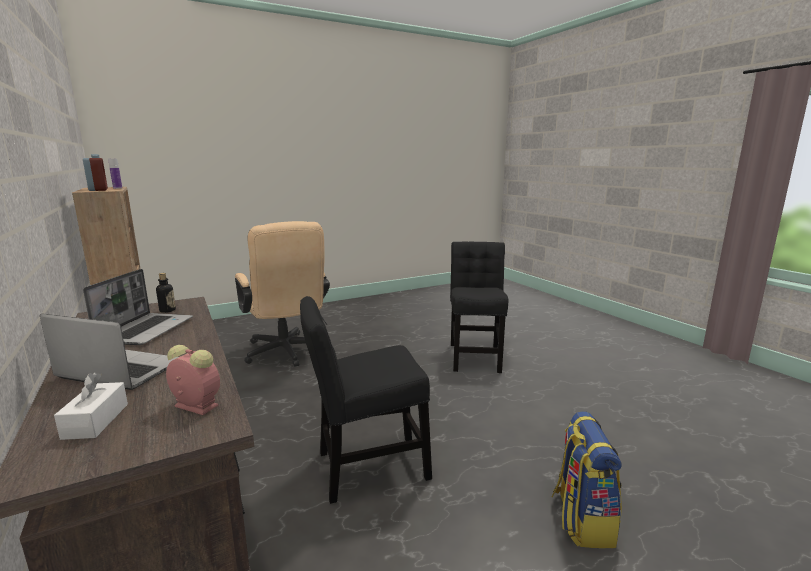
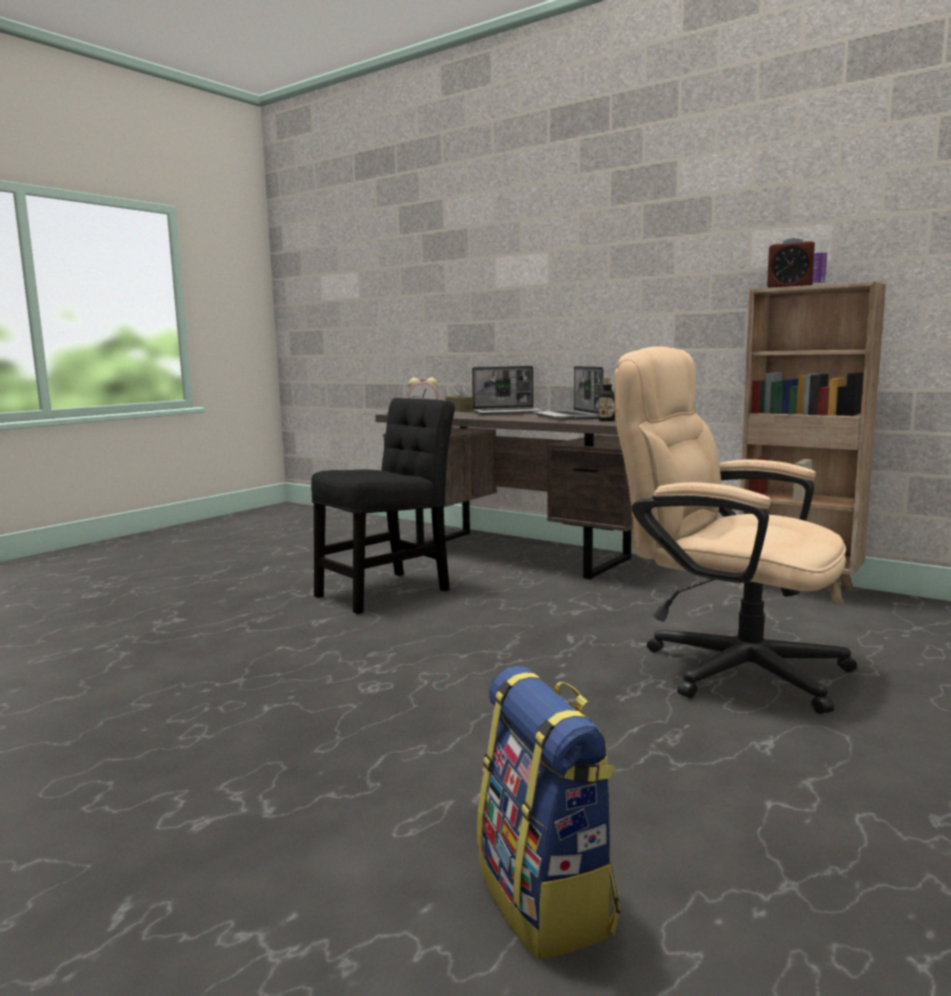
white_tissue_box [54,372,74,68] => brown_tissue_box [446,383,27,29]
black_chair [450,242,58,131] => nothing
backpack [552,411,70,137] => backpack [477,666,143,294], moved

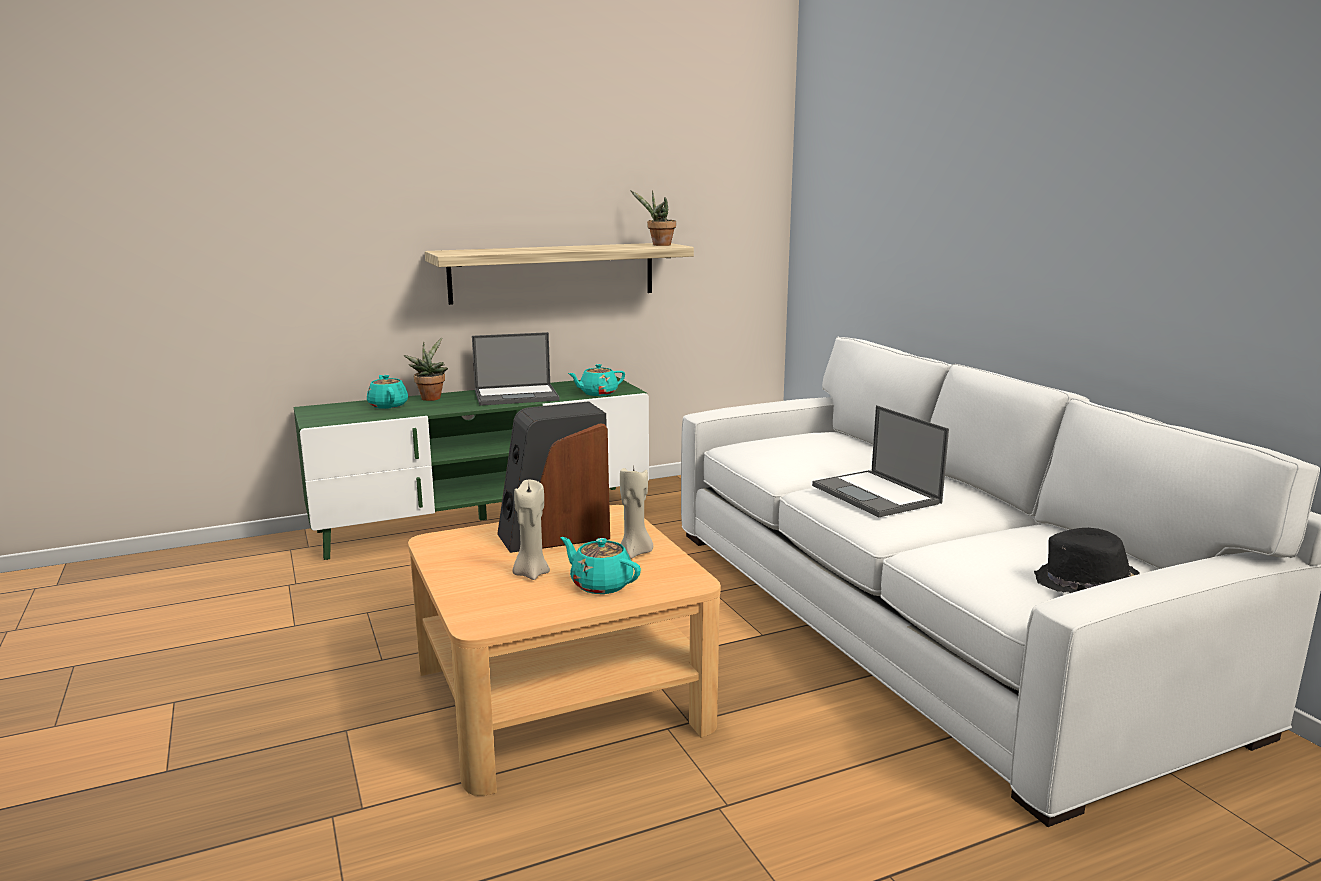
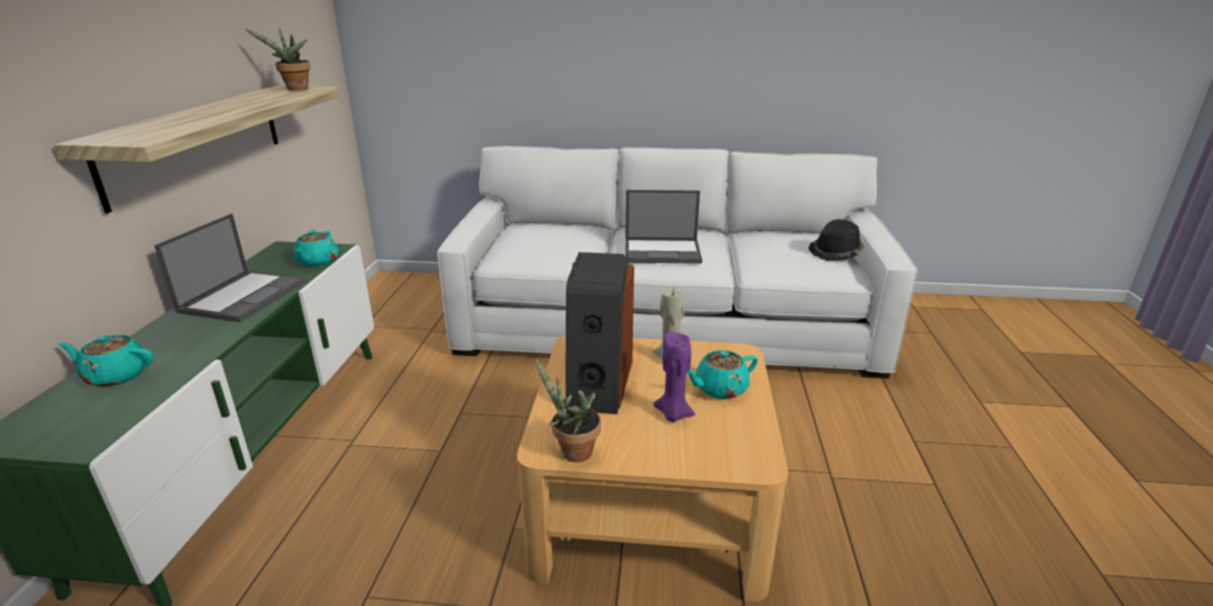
potted_plant [404,338,44,63] => potted_plant [535,358,66,104], moved
beige_candle [512,480,38,100] => purple_candle [654,332,41,90]

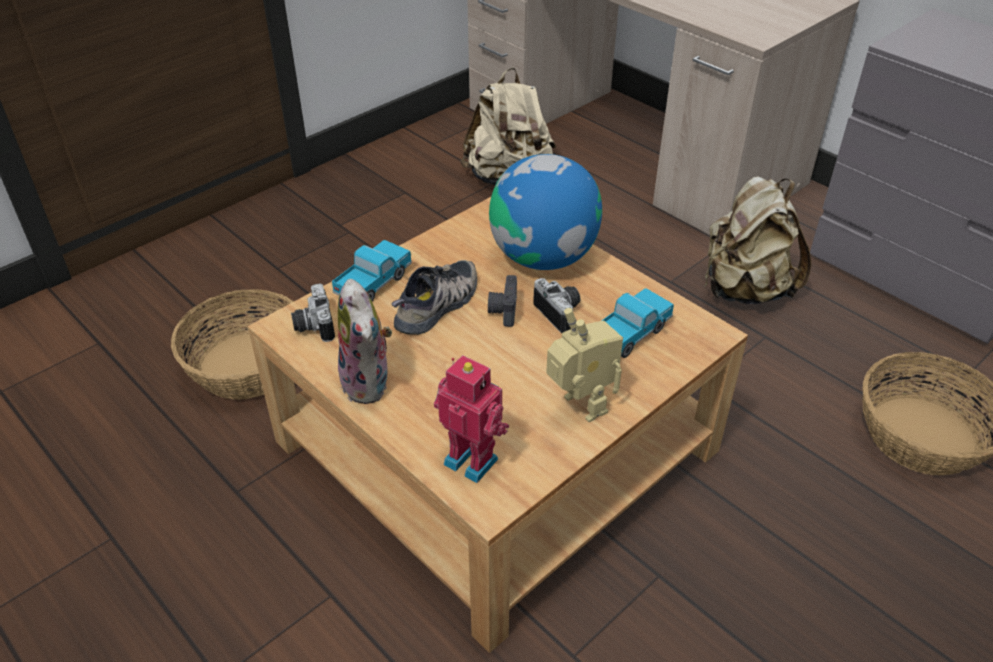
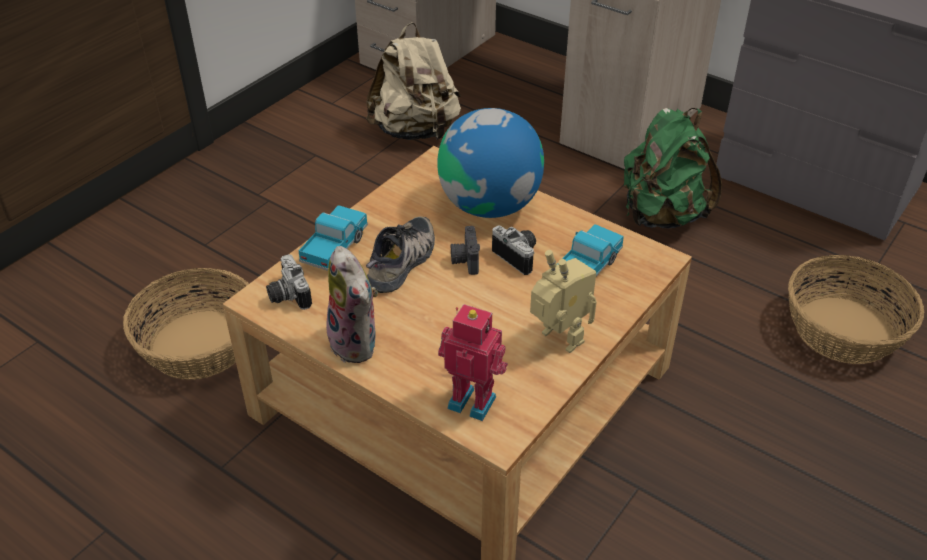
beige_backpack [704,176,107,128] => green_backpack [624,108,98,121]

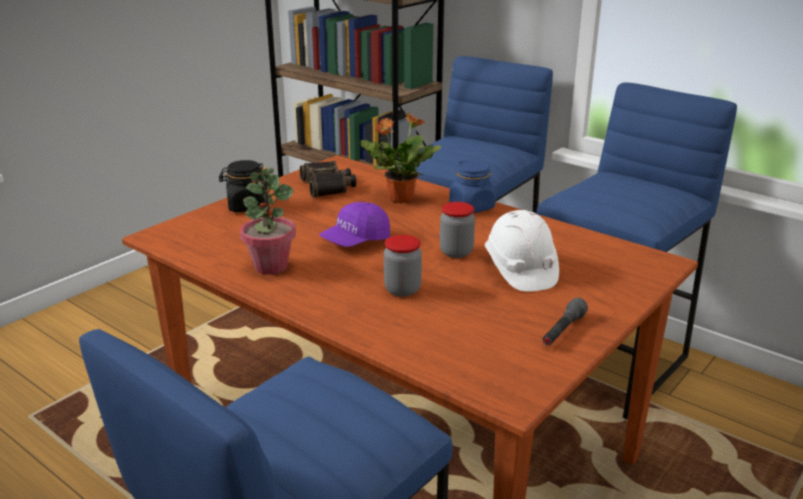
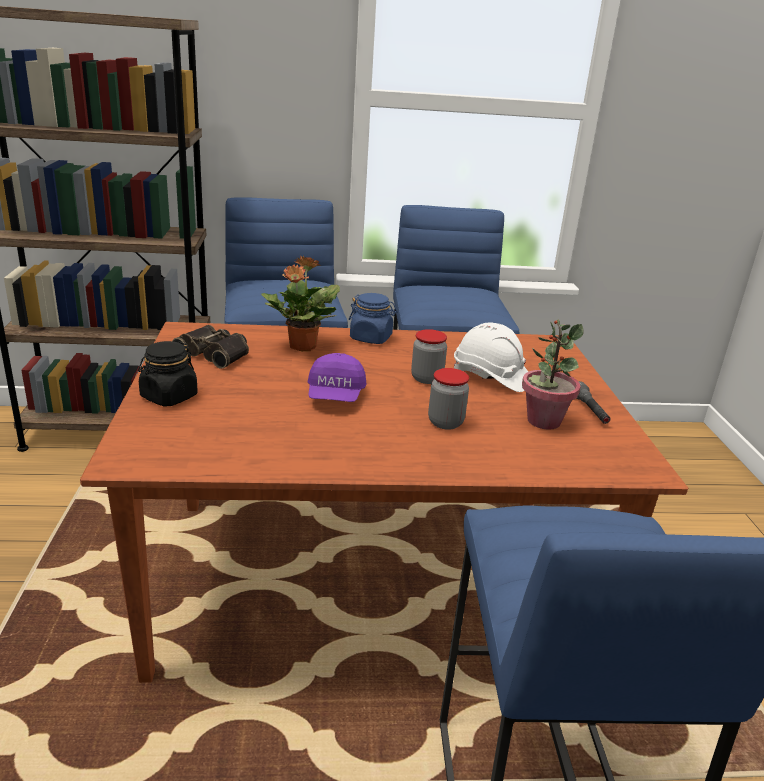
potted_plant [240,168,56,107] => potted_plant [522,320,62,110], moved

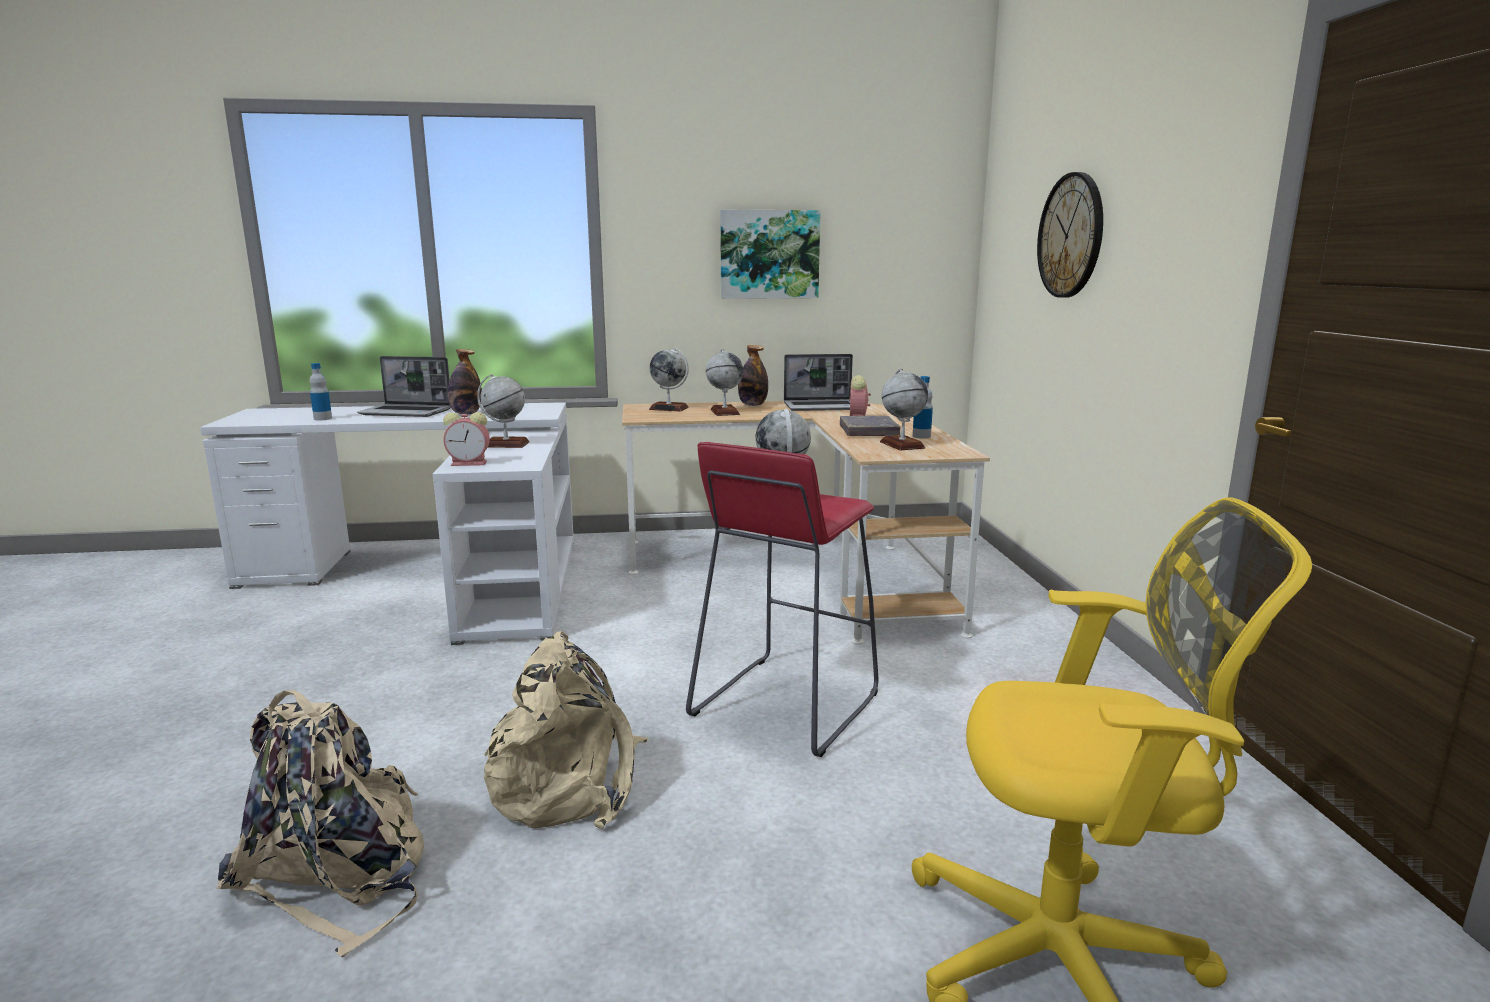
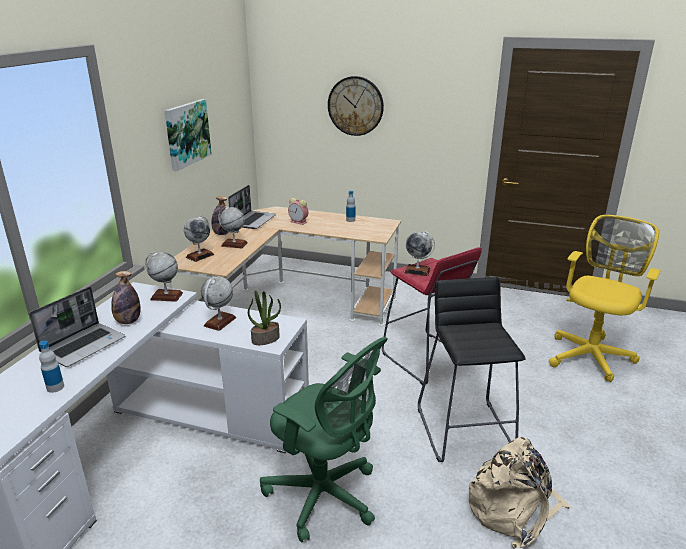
alarm_clock [443,412,47,54] => potted_plant [248,290,33,55]
beige_backpack [484,631,165,198] => black_stool [418,277,108,185]
grey_book [840,416,60,20] => nothing
globe [880,368,48,83] => globe [145,252,38,50], moved
nothing => green_office_chair [260,337,128,206]

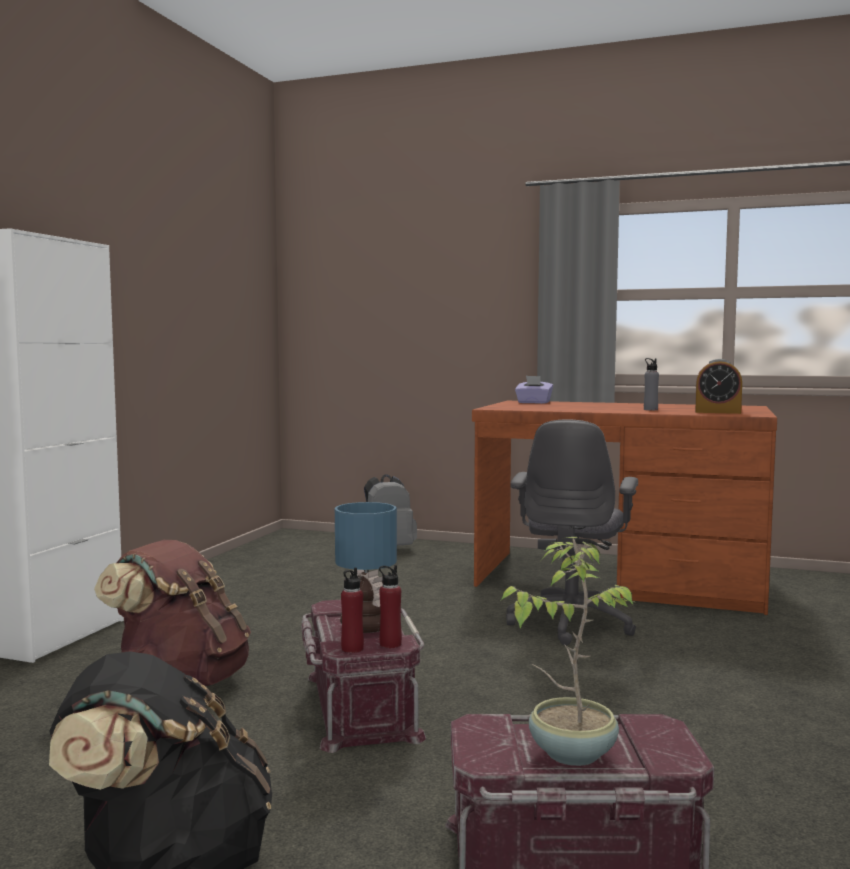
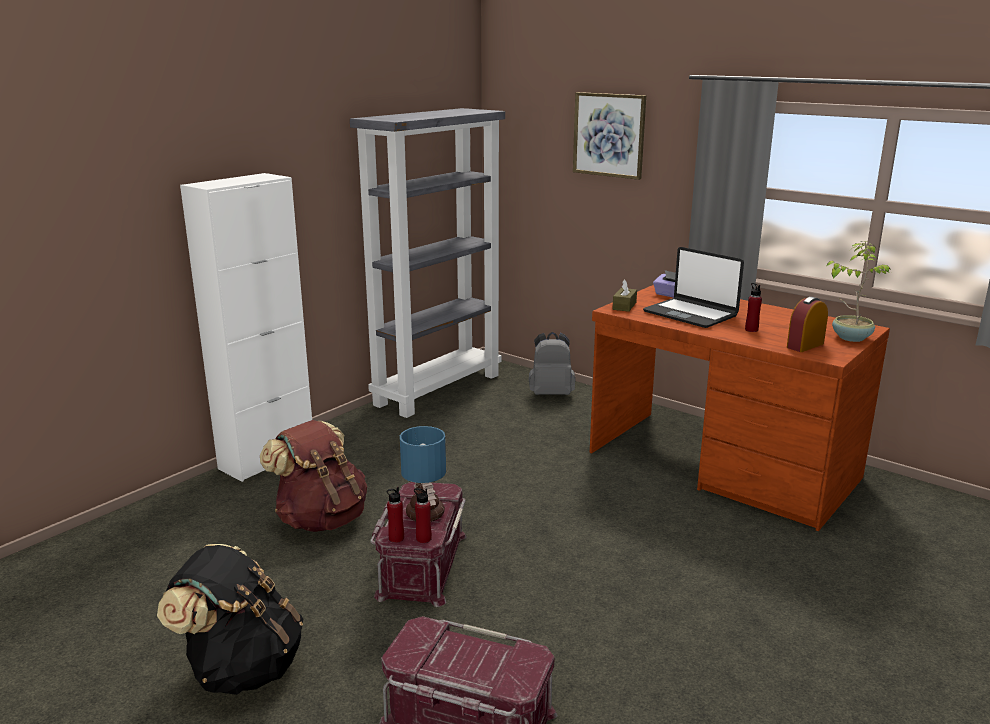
potted_plant [501,537,133,229] => potted_plant [827,241,64,101], moved
grey_office_chair [506,419,132,227] => nothing
grey_bottle [644,358,15,52] => red_bottle [745,283,17,49]
alarm_clock [695,359,47,55] => alarm_clock [787,297,41,55], 105 degrees clockwise
nothing => grey_bookcase [350,108,155,310]
nothing => picture [573,92,73,88]
nothing => brown_tissue_box [612,279,25,33]
nothing => laptop [643,247,101,81]

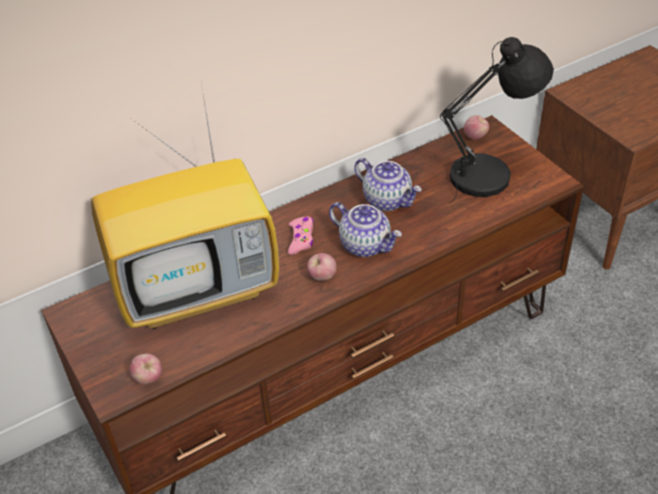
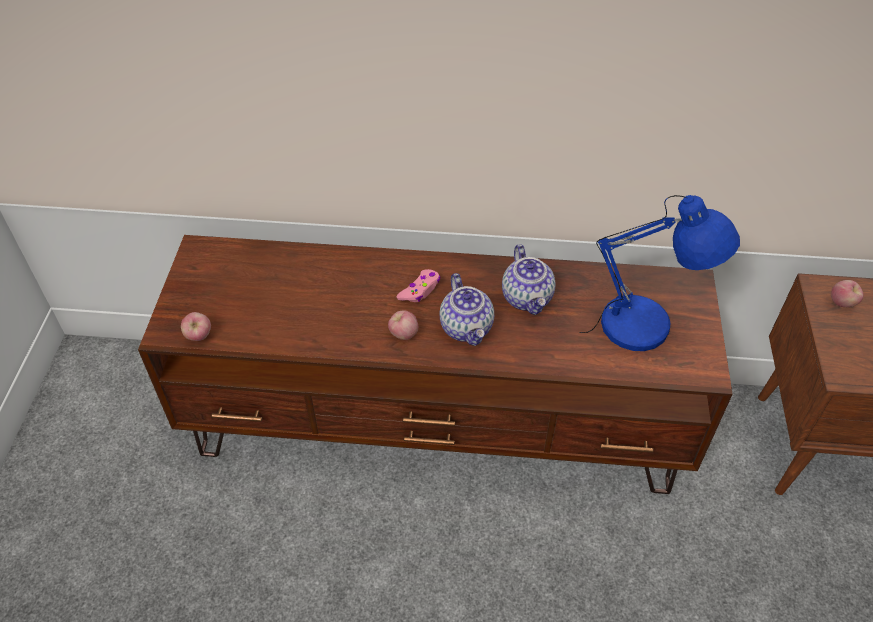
television [91,83,188,246] => nothing
black_table_lamp [440,37,114,166] => blue_table_lamp [579,195,161,156]
apple [464,115,25,25] => apple [831,280,32,27], moved

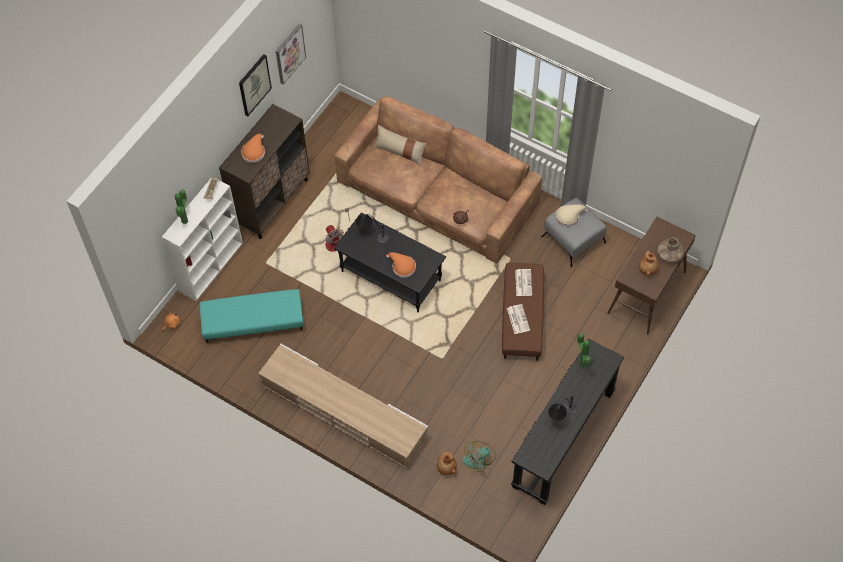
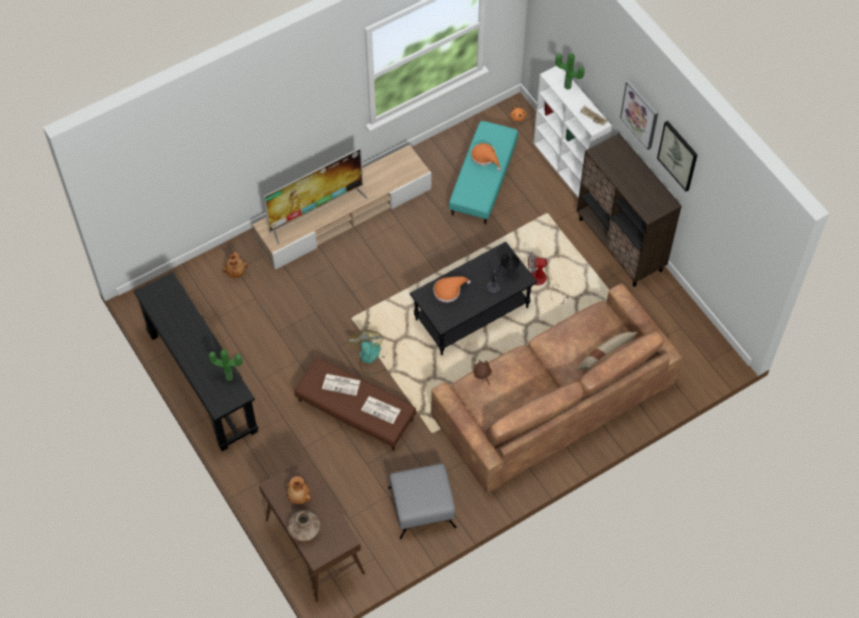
orange_hat [241,134,24,29] => orange_hat [471,143,30,28], moved
picture [276,24,30,61] => picture [620,80,38,70], moved
fan [463,441,33,31] => fan [348,331,38,44], moved
table_lamp [548,394,29,27] => nothing
beige_hat [556,205,32,21] => nothing
nothing => television [264,148,104,96]

